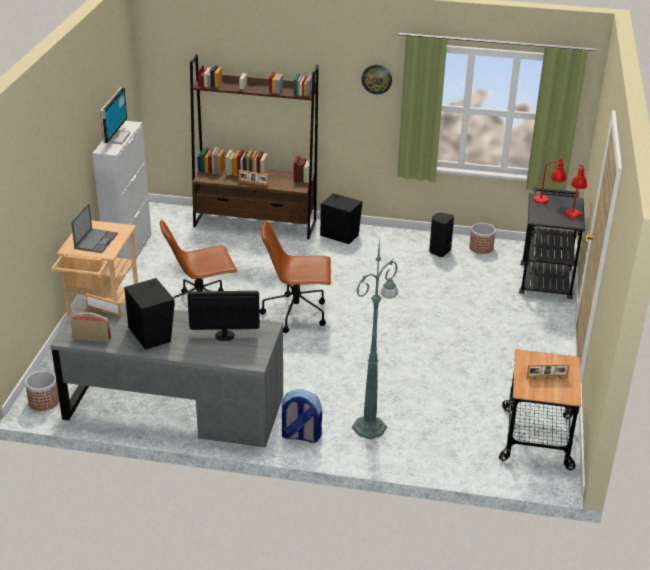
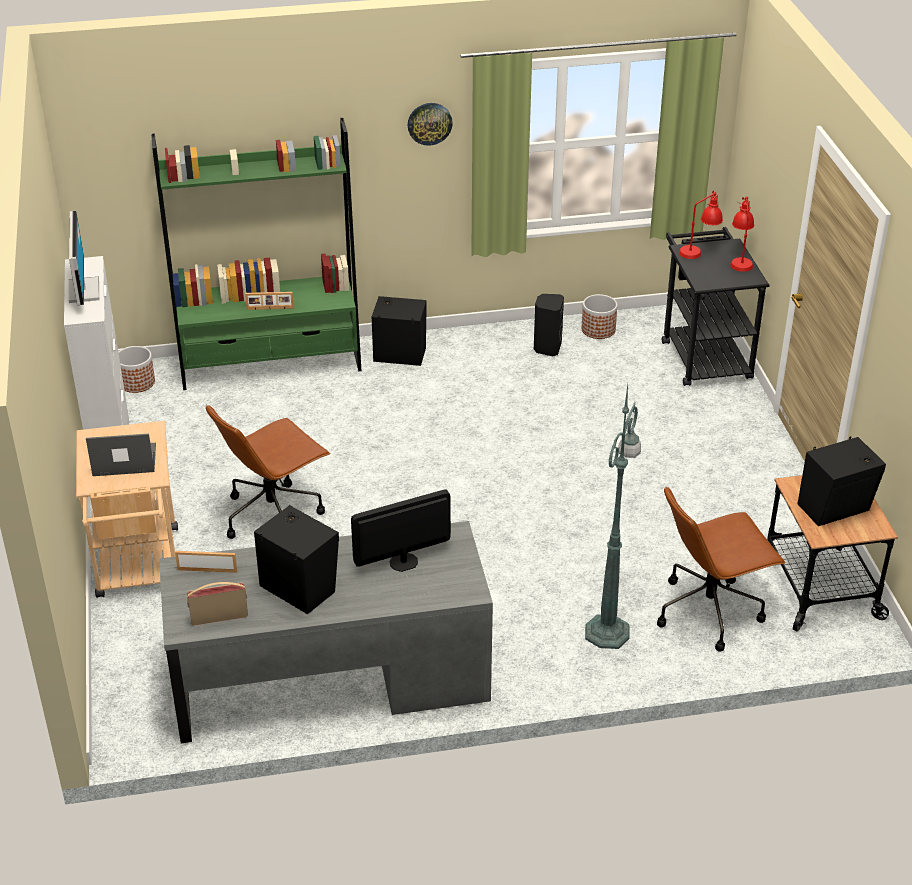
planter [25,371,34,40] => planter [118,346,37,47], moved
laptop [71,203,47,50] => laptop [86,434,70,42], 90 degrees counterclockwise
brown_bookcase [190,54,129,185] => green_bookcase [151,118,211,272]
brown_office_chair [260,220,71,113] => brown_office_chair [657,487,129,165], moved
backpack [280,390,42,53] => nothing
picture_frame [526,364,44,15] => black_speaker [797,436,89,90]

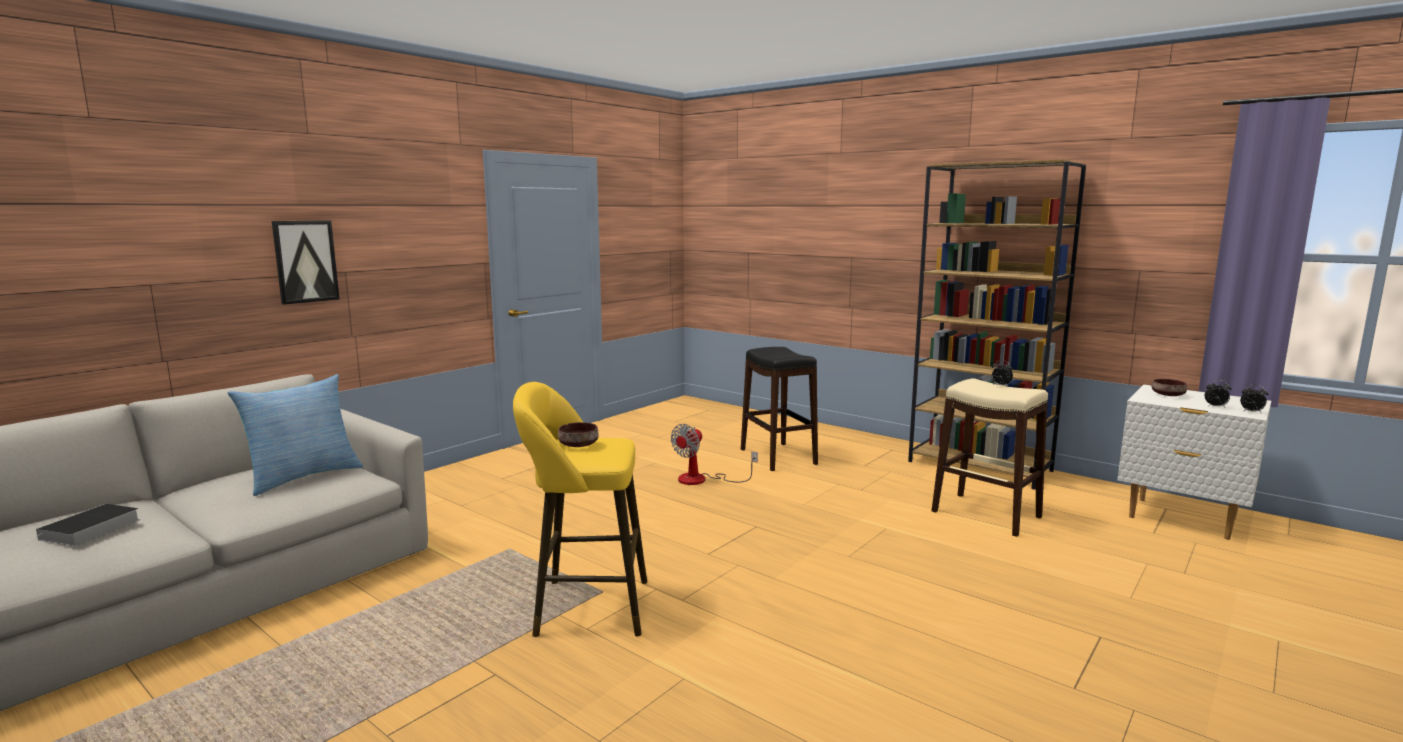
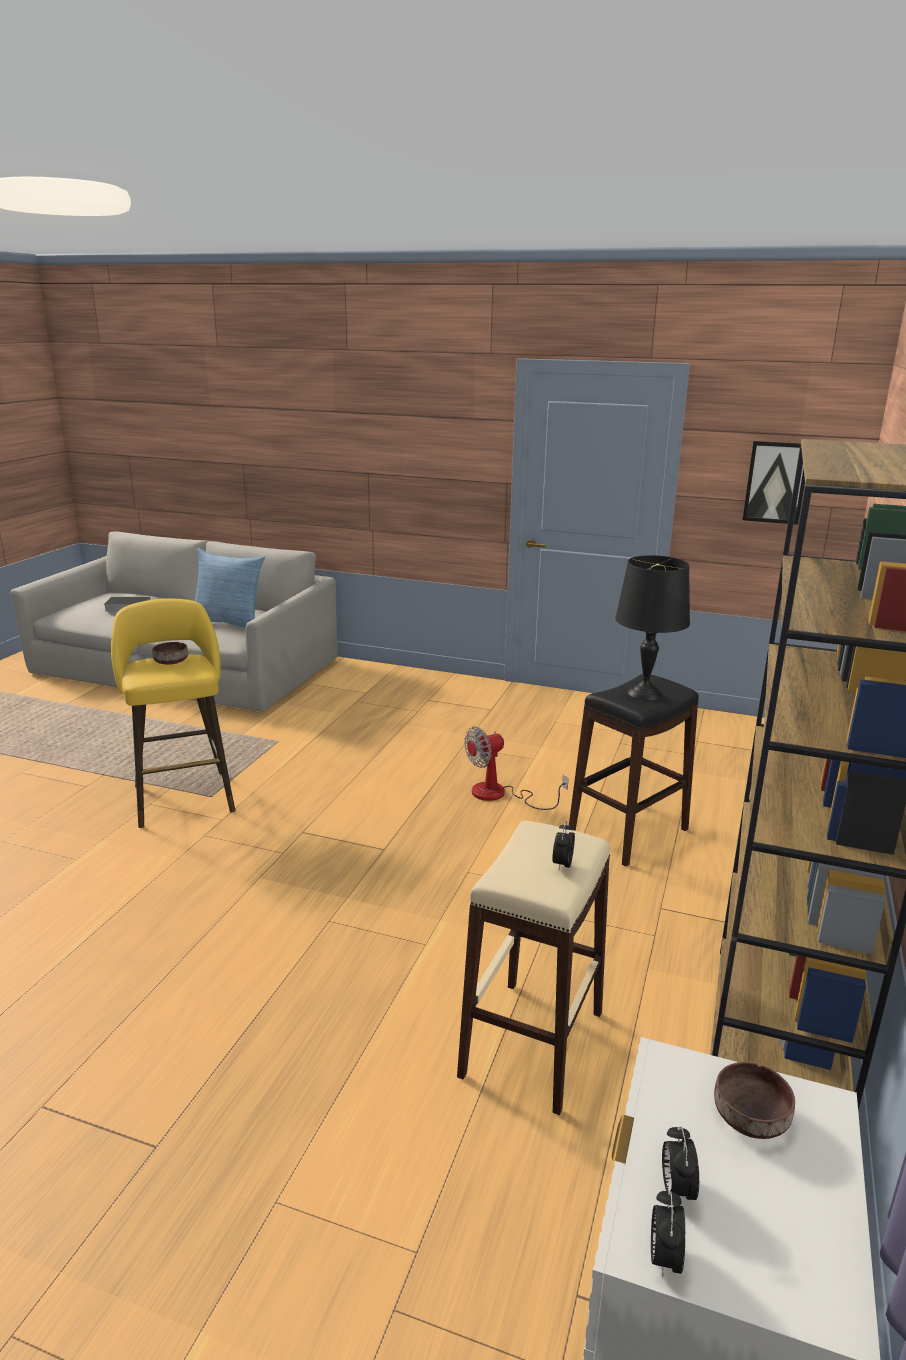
picture [272,220,67,84] => picture [743,441,62,84], moved
fan [671,424,87,61] => fan [465,726,104,84], 45 degrees counterclockwise
nothing => black_table_lamp [615,555,75,145]

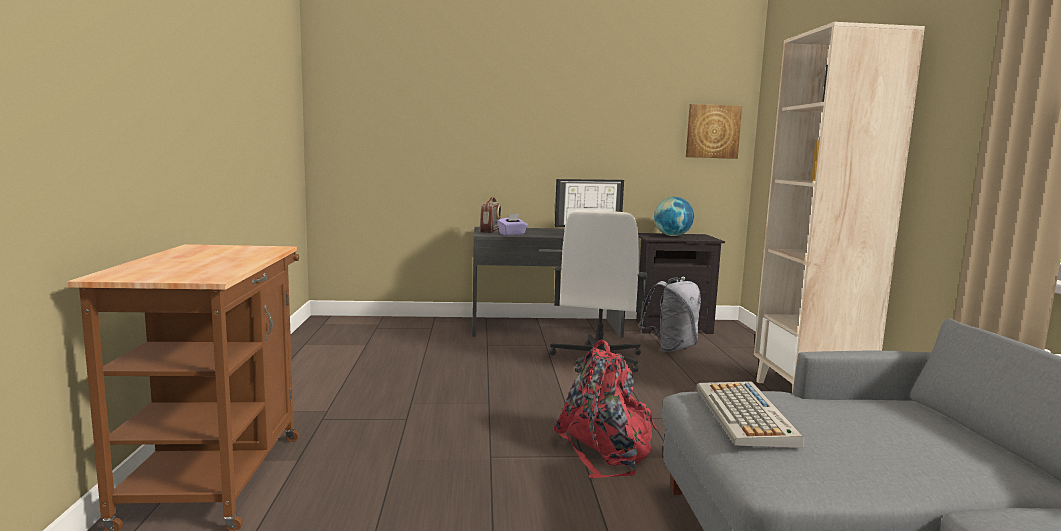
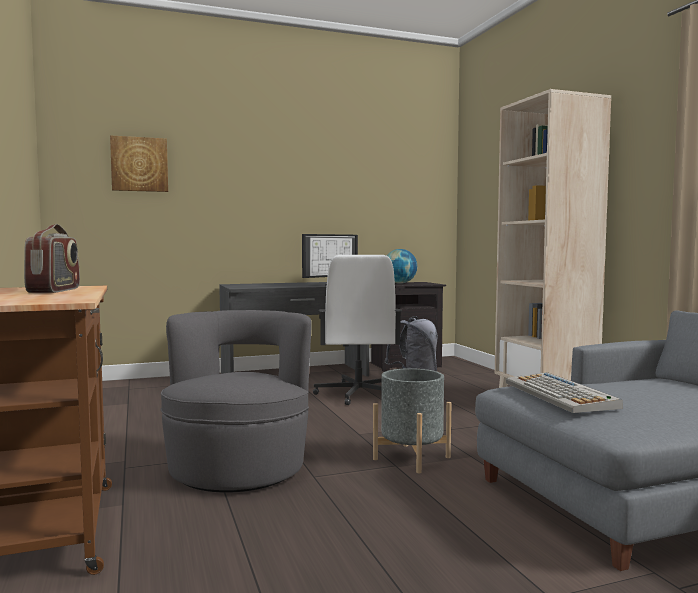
radio [480,197,21,36] => radio [24,224,56,69], moved
purple_tissue_box [497,214,31,22] => nothing
red_backpack [553,340,104,139] => grey_planter [373,368,78,105]
picture [686,104,56,55] => picture [110,135,58,57], moved
nothing => grey_armchair [161,310,151,183]

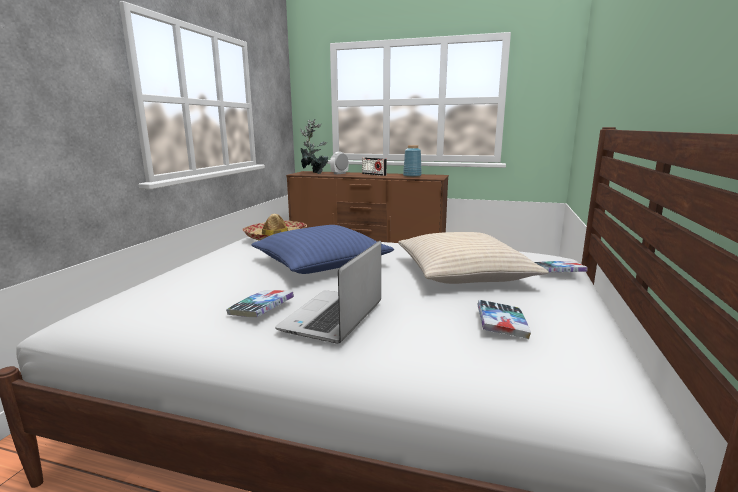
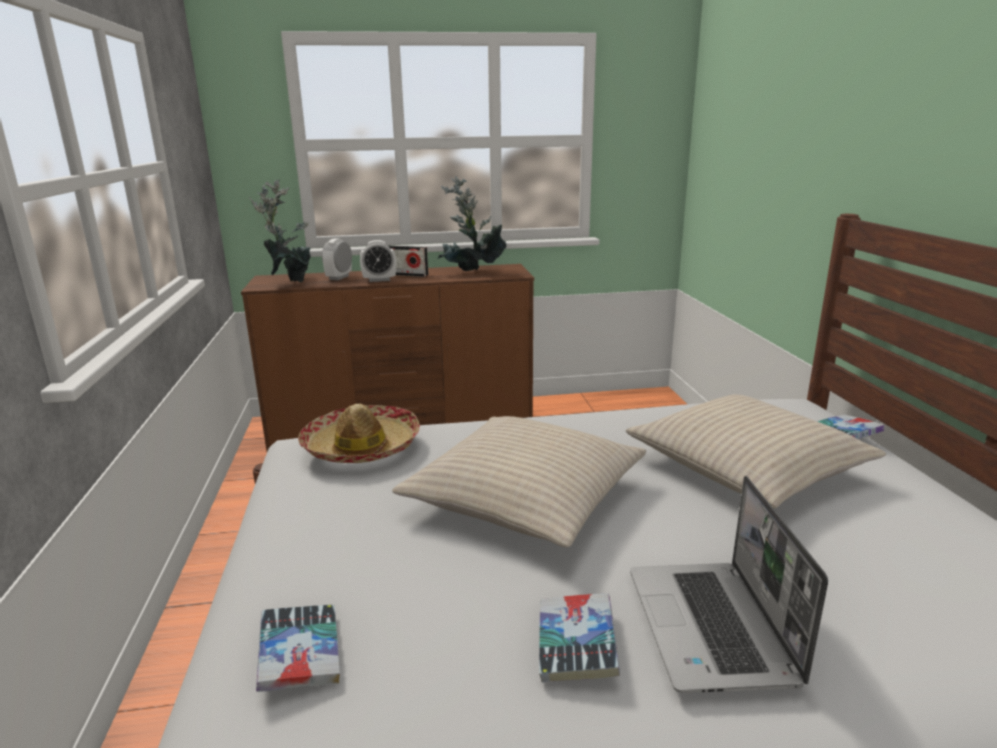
blue_pillow [251,225,143,49] => beige_pillow [392,416,254,132]
blue_vase [403,145,19,32] => potted_plant [438,176,69,95]
book [477,300,54,39] => book [256,604,84,88], moved
nothing => alarm_clock [360,240,36,42]

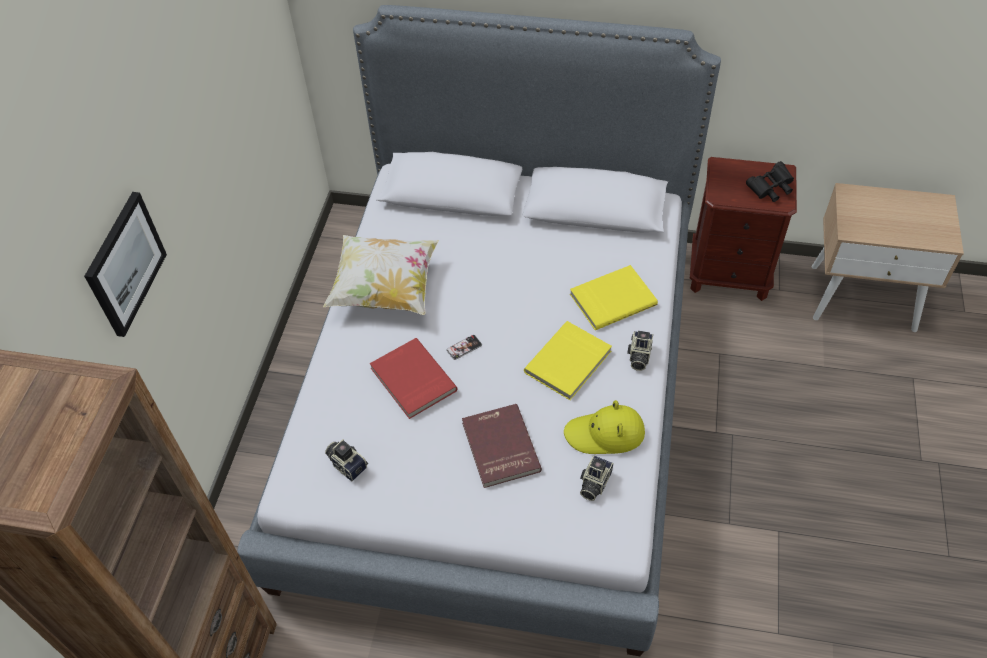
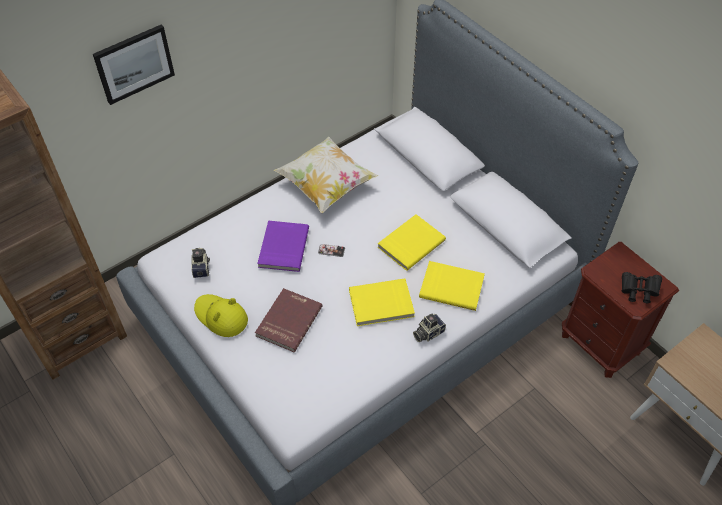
red_book [370,338,87,81] => purple_book [257,221,52,51]
yellow_hat [564,400,81,54] => yellow_hat [194,294,54,43], moved
photo_camera [580,455,33,46] => nothing
nothing => yellow_book [378,214,68,57]

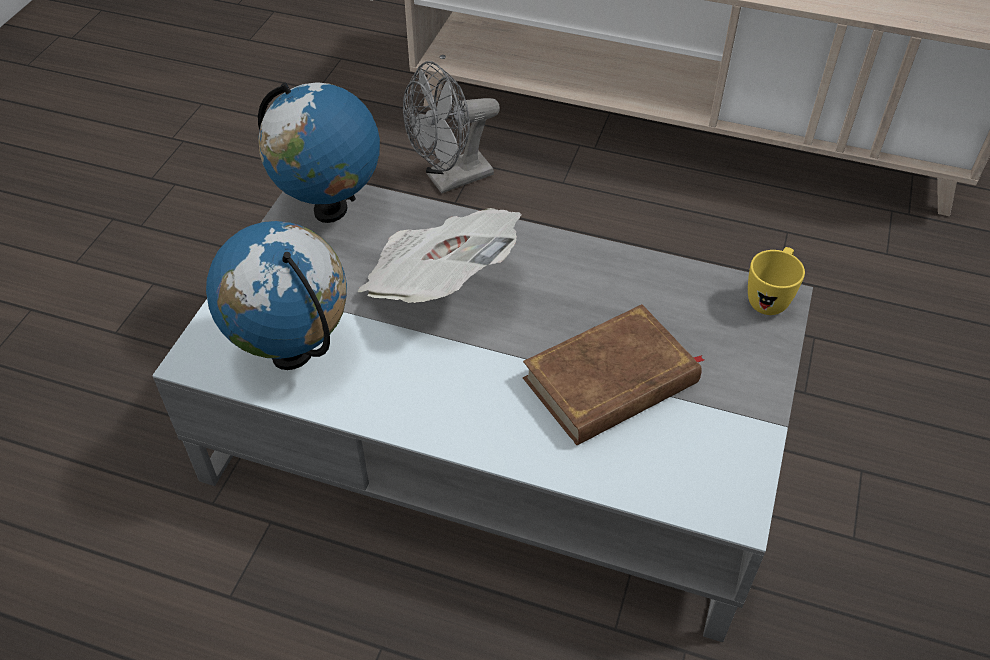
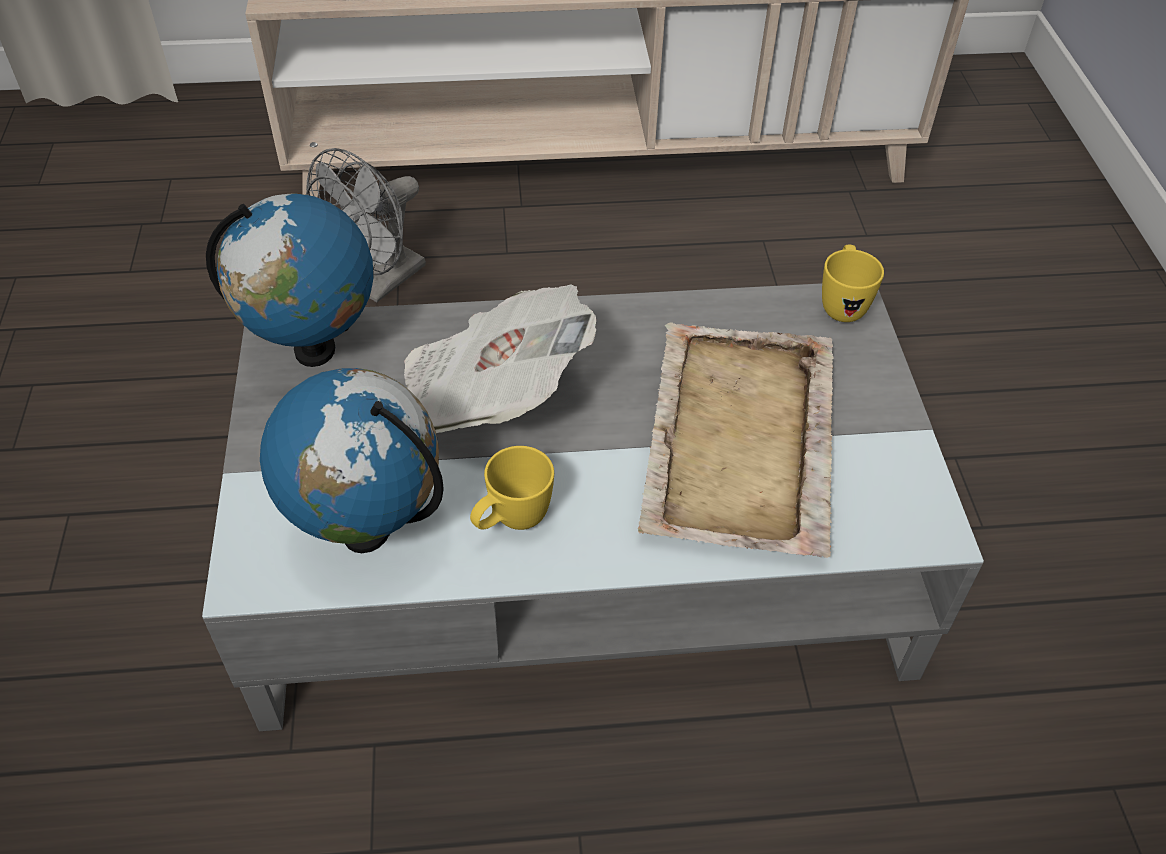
brown_book [523,305,182,140] => beige_tray [638,323,196,235]
nothing => yellow_mug [470,446,84,84]

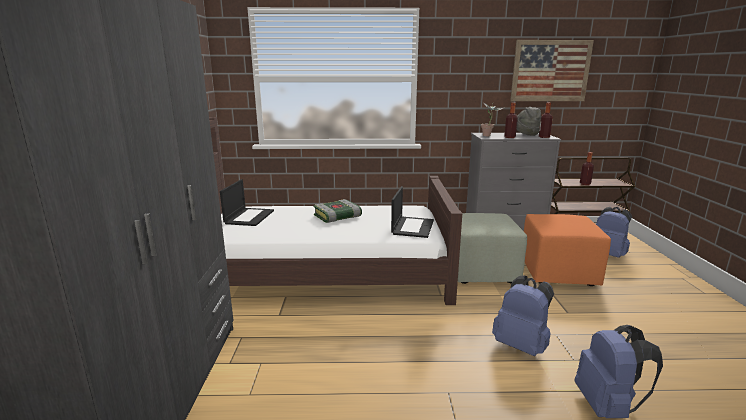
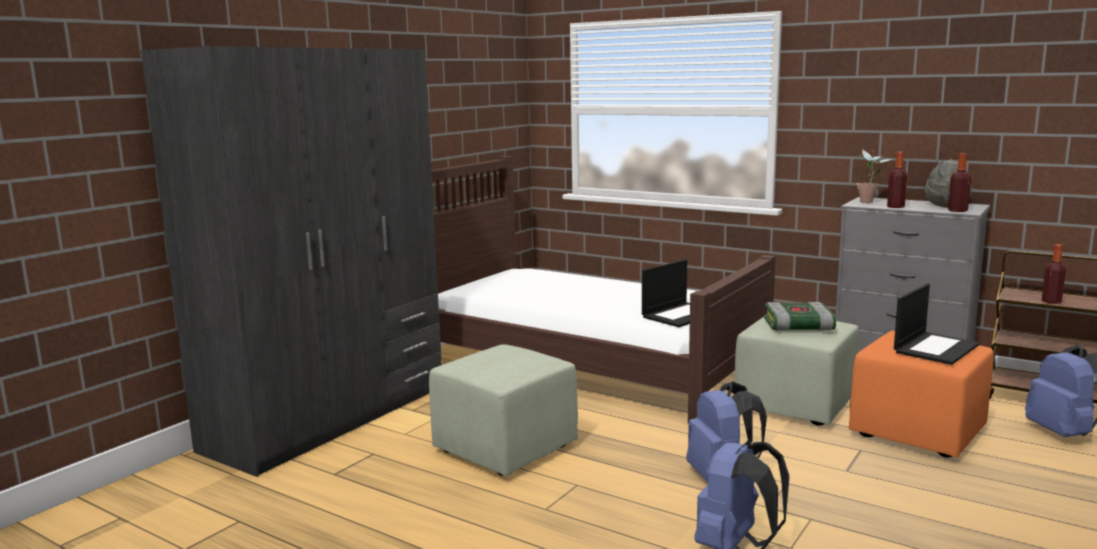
laptop [220,179,54,47] => laptop [894,283,86,82], moved
book [313,199,49,24] => book [764,302,72,29], moved
picture [510,40,84,61] => nothing
nothing => green_ottoman [429,344,149,133]

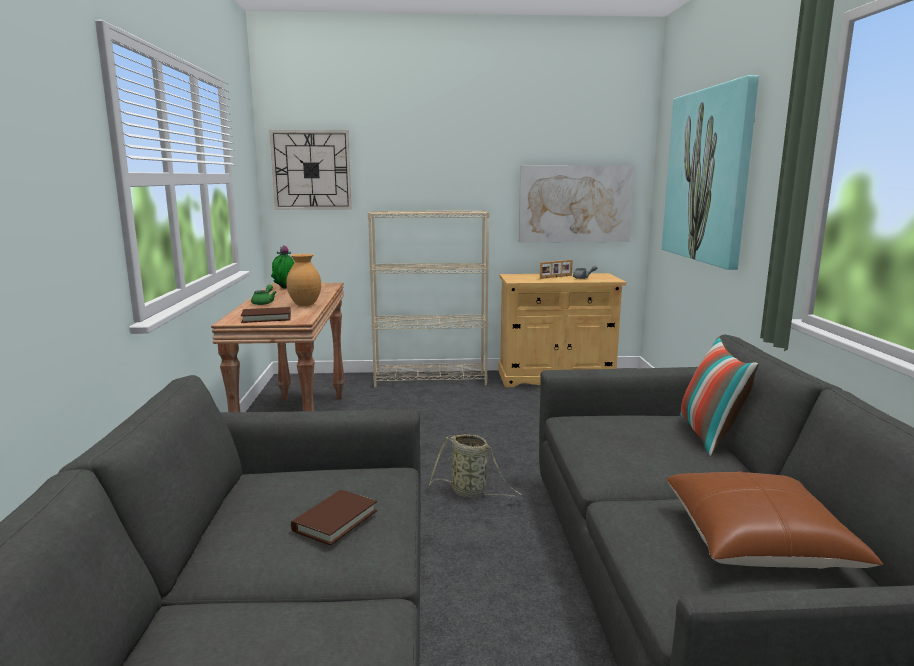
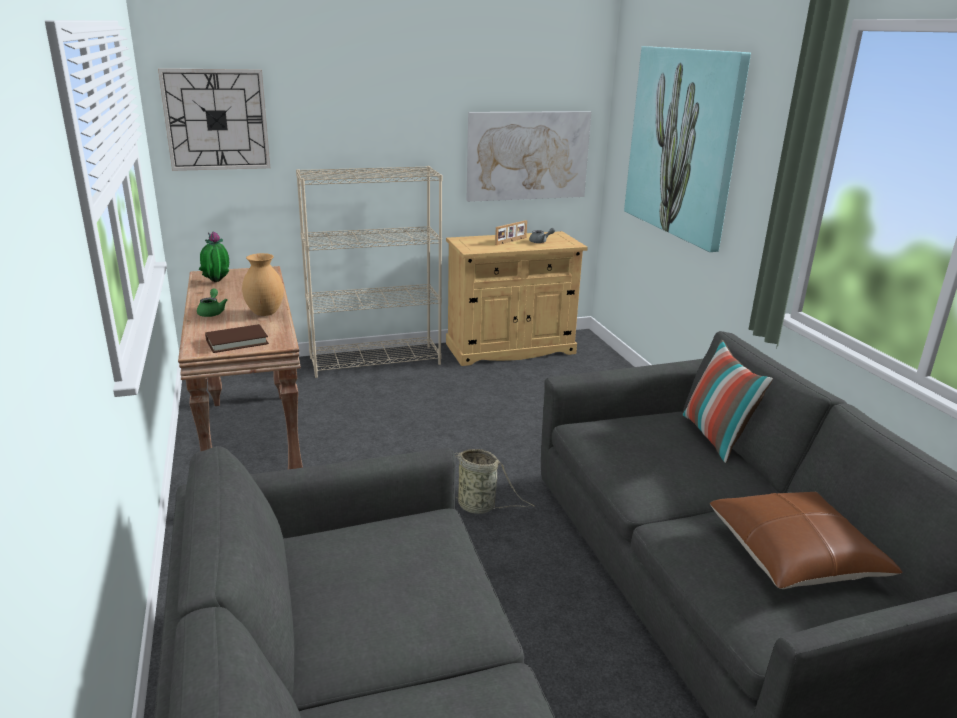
brown_book [291,490,86,56] => nothing

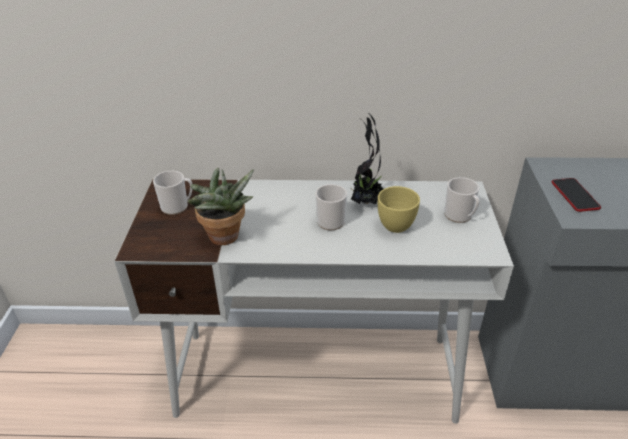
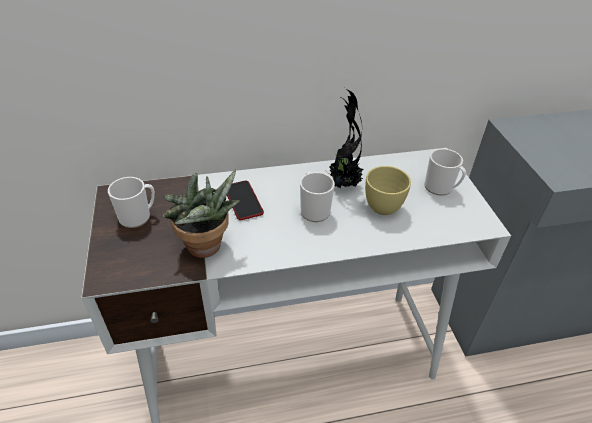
phone [552,178,49,34] => phone [227,181,37,39], moved

